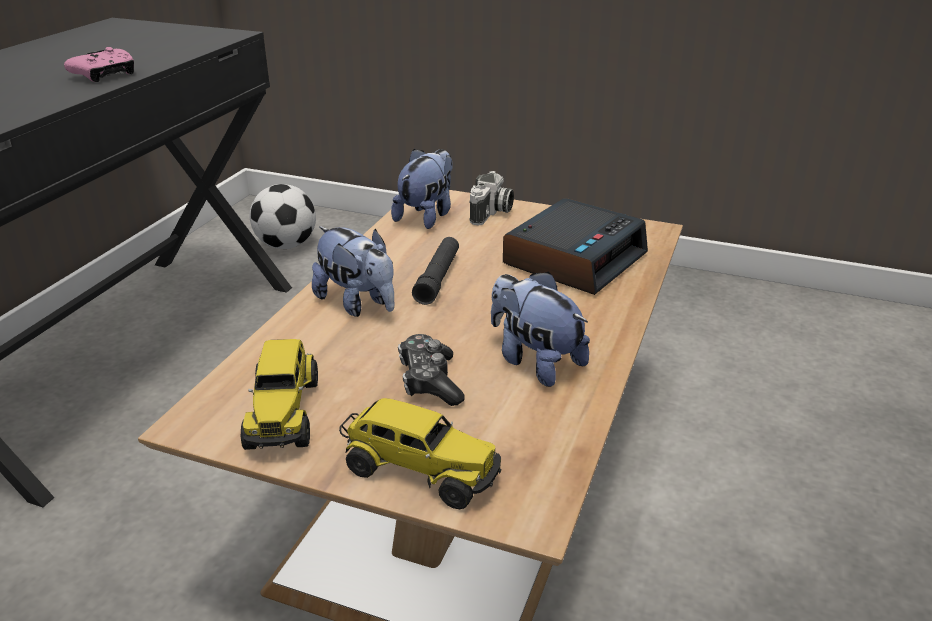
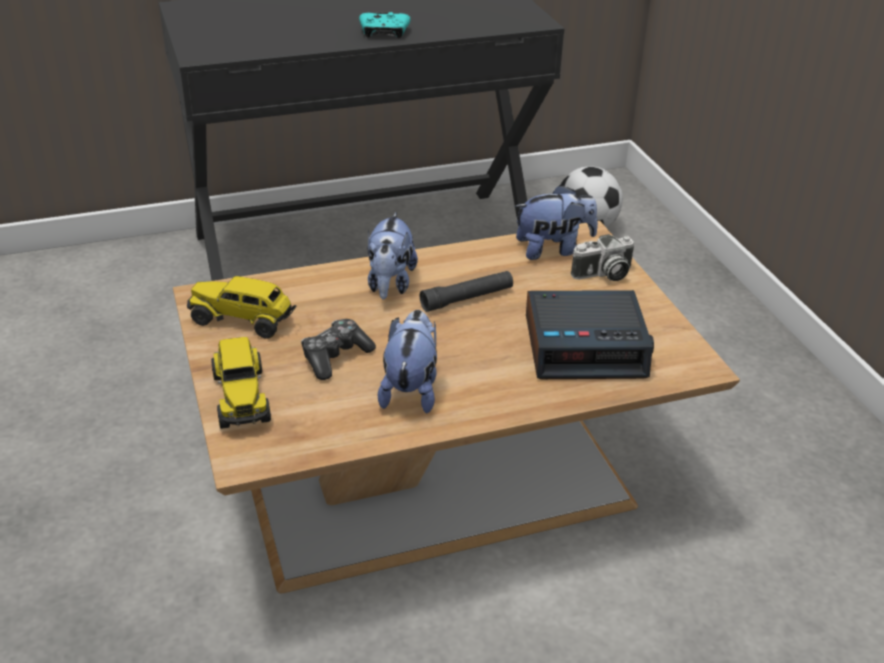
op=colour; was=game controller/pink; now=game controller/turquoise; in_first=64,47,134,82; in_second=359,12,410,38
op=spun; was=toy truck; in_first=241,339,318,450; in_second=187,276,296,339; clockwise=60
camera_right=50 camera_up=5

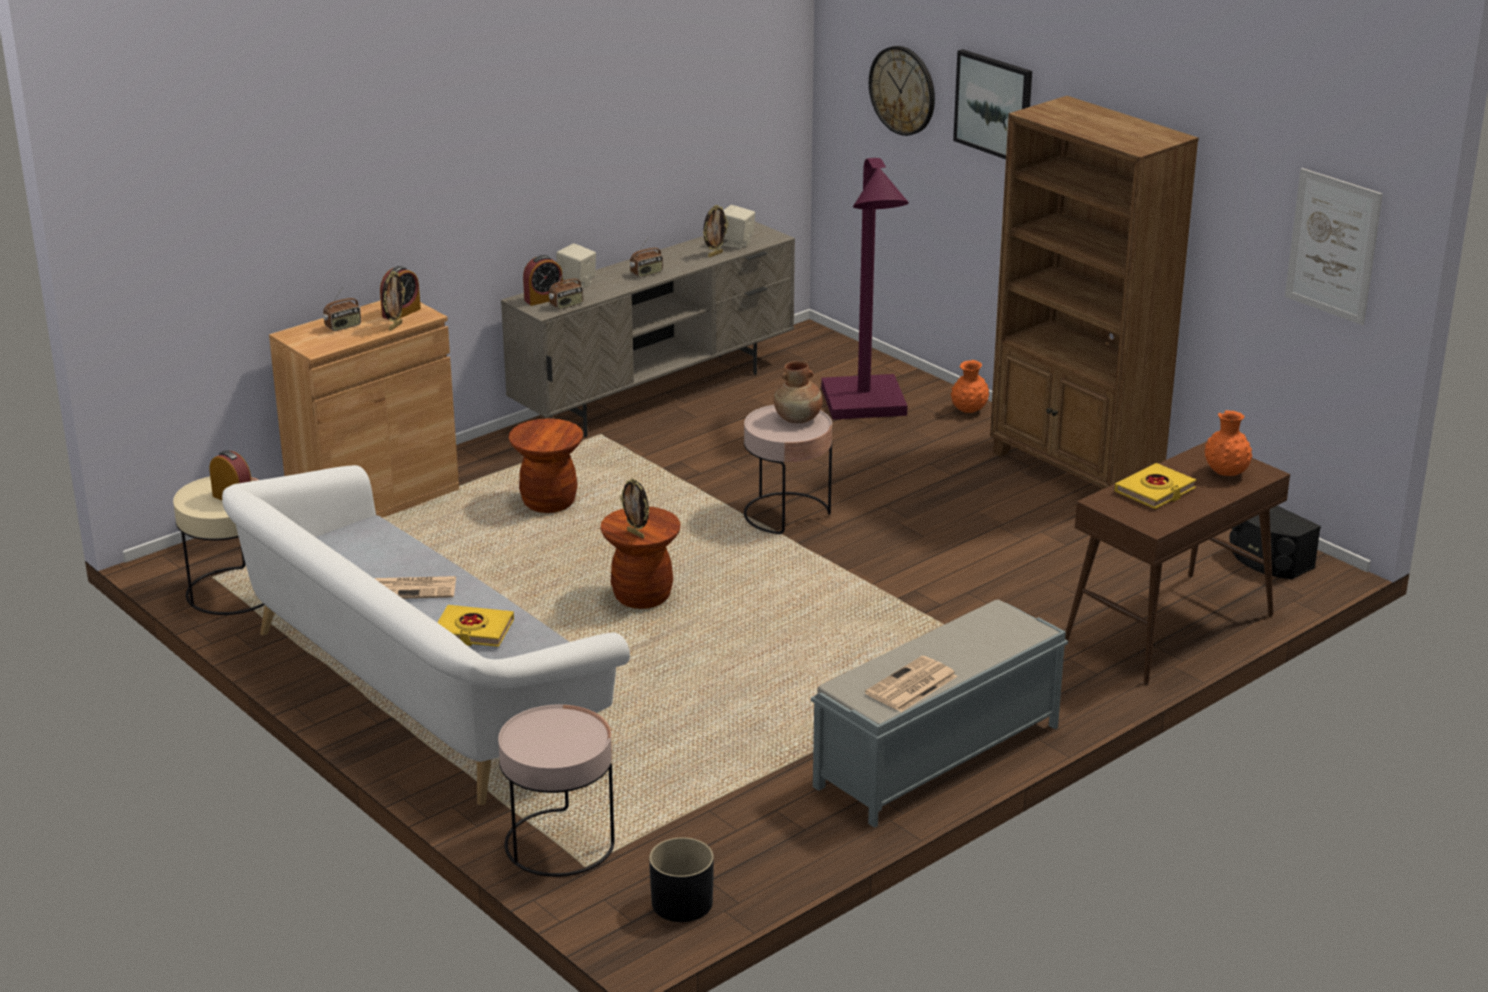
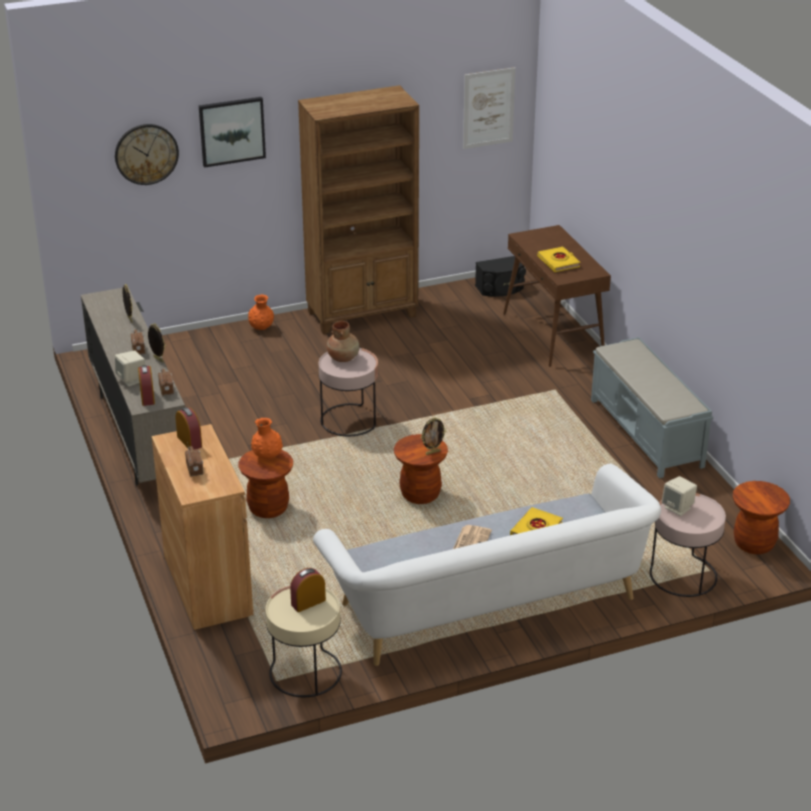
op=relocated; was=picture frame; in_first=382,271,405,331; in_second=148,323,166,363
op=exchanged; was=planter/black; now=stool/brown; in_first=649,837,714,922; in_second=733,481,790,554
op=relocated; was=speaker/beige; in_first=723,205,755,248; in_second=662,476,697,516
op=missing; was=floor lamp/purple; in_first=821,158,909,420
op=missing; was=newspaper; in_first=865,656,958,712
op=relocated; was=vase/orange; in_first=1204,410,1252,476; in_second=251,418,283,459
camera_right=-70 camera_up=5

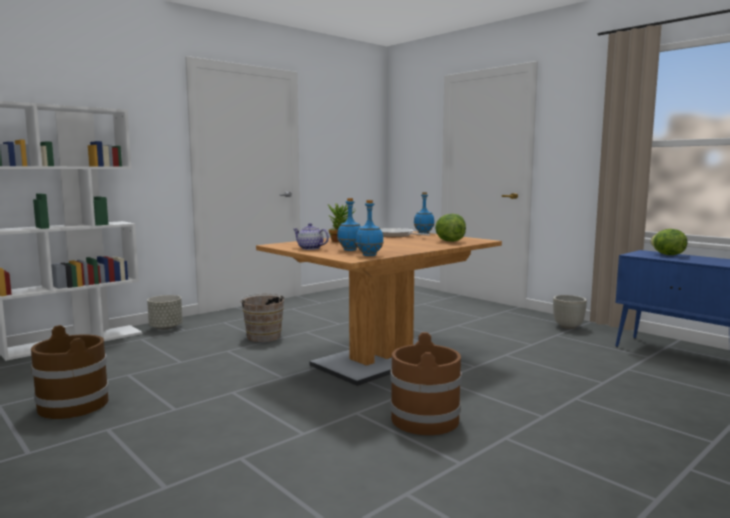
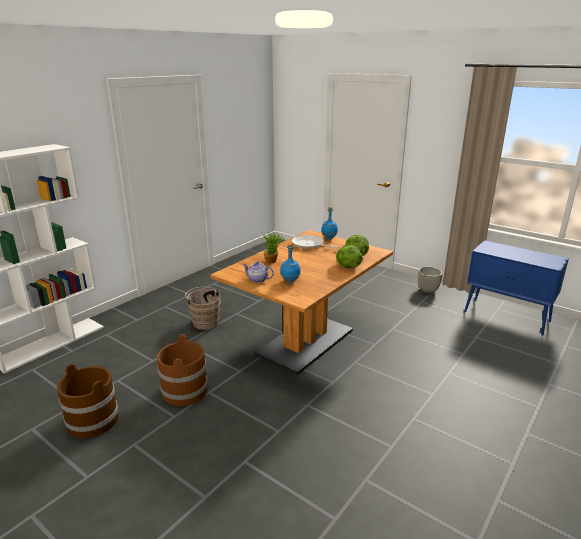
op=missing; was=planter/grey; in_first=147,295,183,330
op=missing; was=bottle/blue; in_first=356,200,384,256
op=relocated; was=bucket/brown; in_first=390,332,462,435; in_second=157,334,208,406
op=relocated; was=lettuce; in_first=650,229,688,255; in_second=336,245,362,268
camera_right=-10 camera_up=15

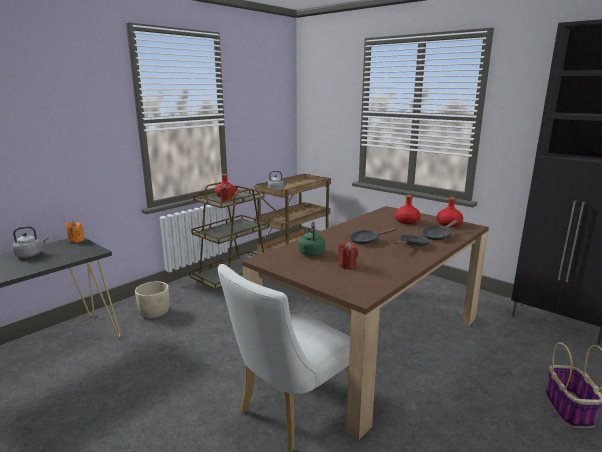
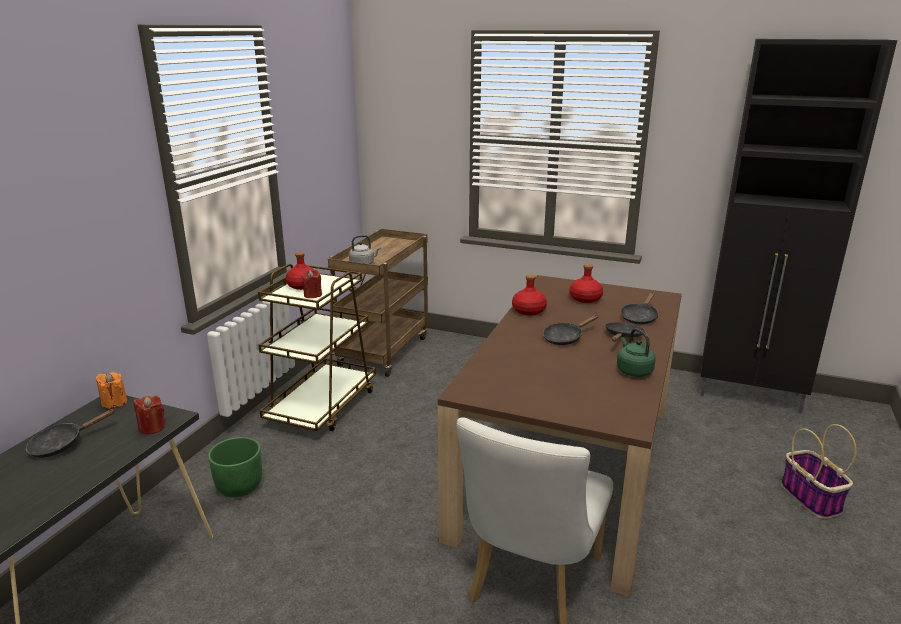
op=exchanged; was=kettle/grey; now=frying pan/black; in_first=12,226,49,258; in_second=26,409,116,458
op=colour; was=planter/beige; now=planter/green; in_first=135,281,169,318; in_second=208,437,262,498
op=relocated; was=kettle/green; in_first=299,221,325,256; in_second=617,328,656,377
op=relocated; was=candle/red; in_first=338,241,358,269; in_second=134,396,166,435
op=relocated; was=bottle/red; in_first=436,197,463,227; in_second=512,274,547,315
camera_right=-20 camera_up=5

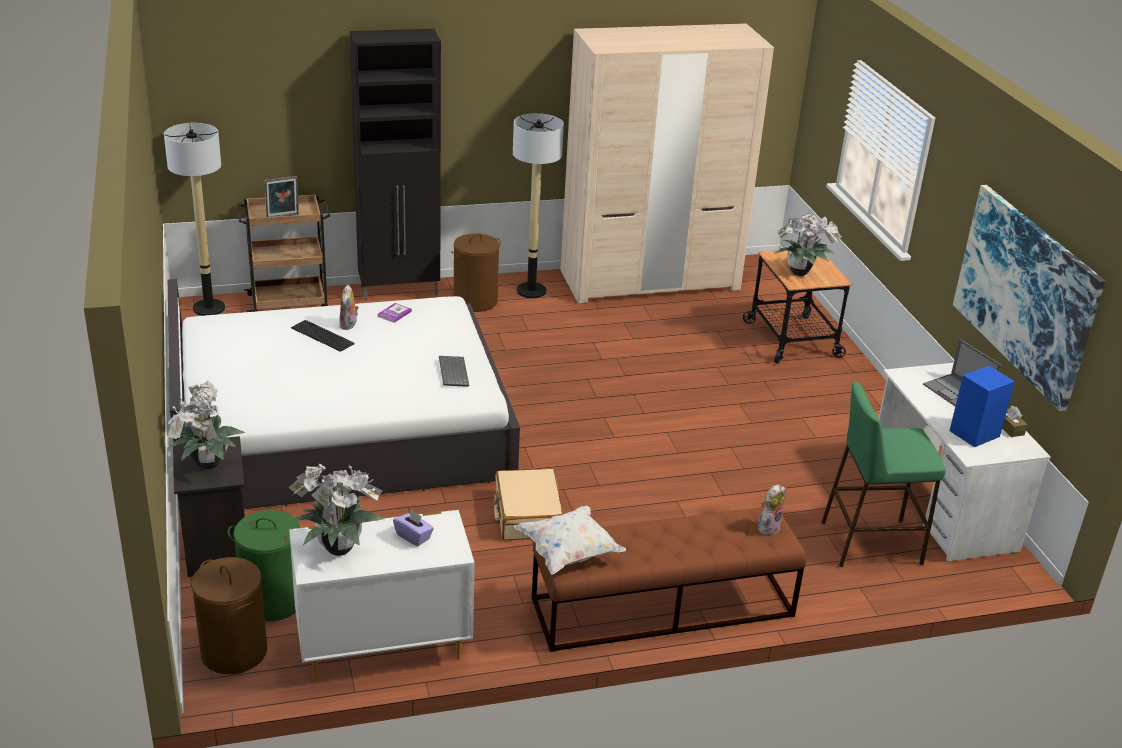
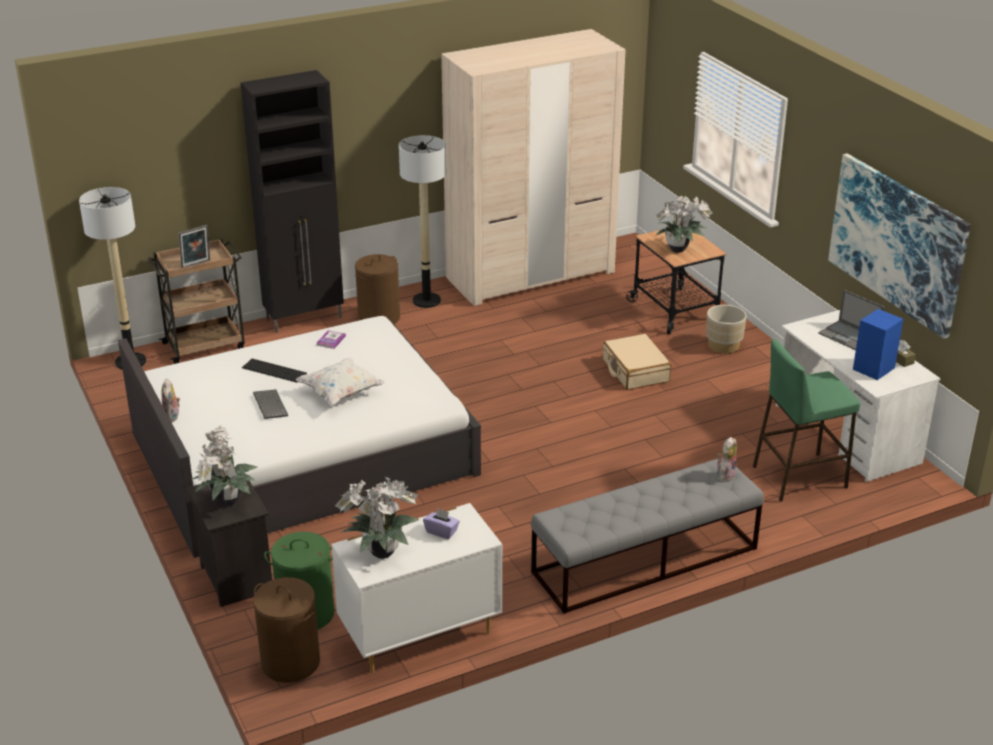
op=relocated; was=plush toy; in_first=339,285,359,330; in_second=161,378,180,423
op=relocated; was=keyboard; in_first=439,356,469,387; in_second=253,389,288,419
op=relocated; was=suitcase/beige; in_first=494,468,564,540; in_second=603,333,671,390
op=relocated; was=pillow/white; in_first=514,506,626,574; in_second=296,358,385,406
op=colour; was=bench/brown; now=bench/grey; in_first=532,507,807,652; in_second=531,459,764,614
op=appeared; now=planter/beige; in_second=706,305,747,354
camera_right=-10 camera_up=0

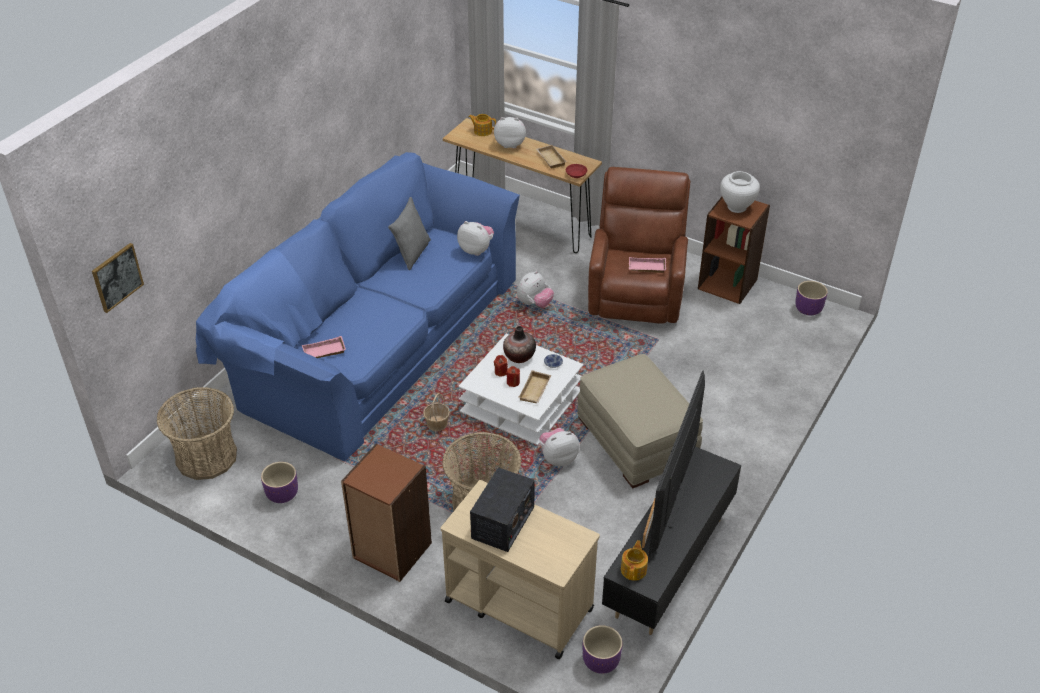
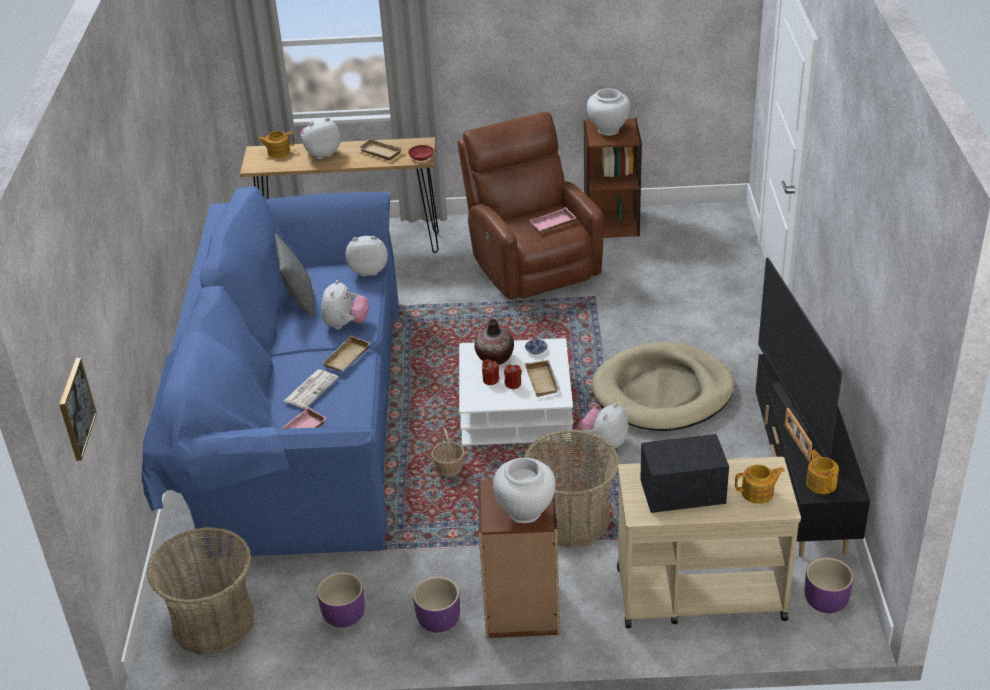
op=spun; was=radio; in_first=470,467,535,552; in_second=640,434,729,513; clockwise=-90
op=relocated; was=plush toy; in_first=517,271,554,308; in_second=322,280,369,330
op=exchanged; was=ottoman/beige; now=dog bed/beige; in_first=577,354,703,488; in_second=592,342,734,431
op=relocated; was=planter/purple; in_first=795,281,828,316; in_second=413,577,460,633
op=appeared; now=newspaper; in_second=284,369,339,409
op=appeared; now=tray/beige; in_second=322,335,371,372
op=appeared; now=vase/white; in_second=493,458,555,523
op=appeared; now=teapot; in_second=735,465,785,504
camera_right=-30 camera_up=-5

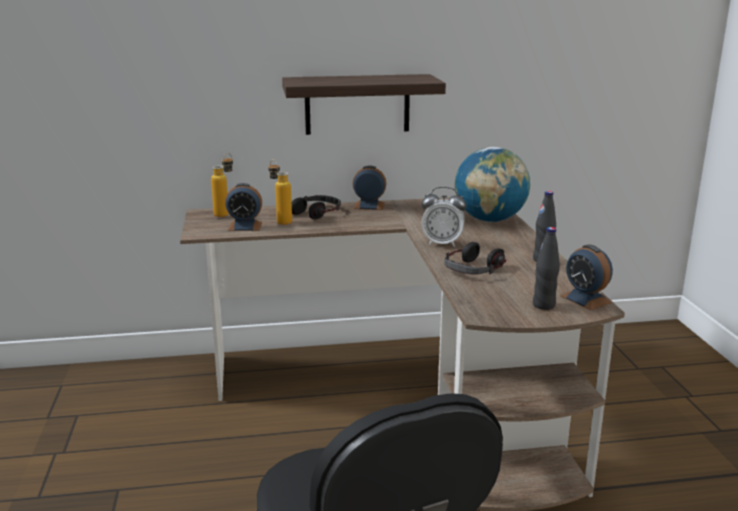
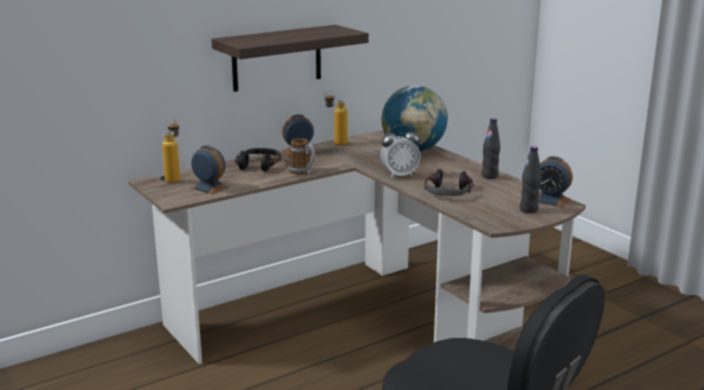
op=spun; was=alarm clock; in_first=225,183,262,231; in_second=191,145,229,194; clockwise=-120
op=relocated; was=bottle; in_first=268,159,292,225; in_second=324,91,347,145
op=appeared; now=mug; in_second=289,138,315,175
camera_right=-25 camera_up=0

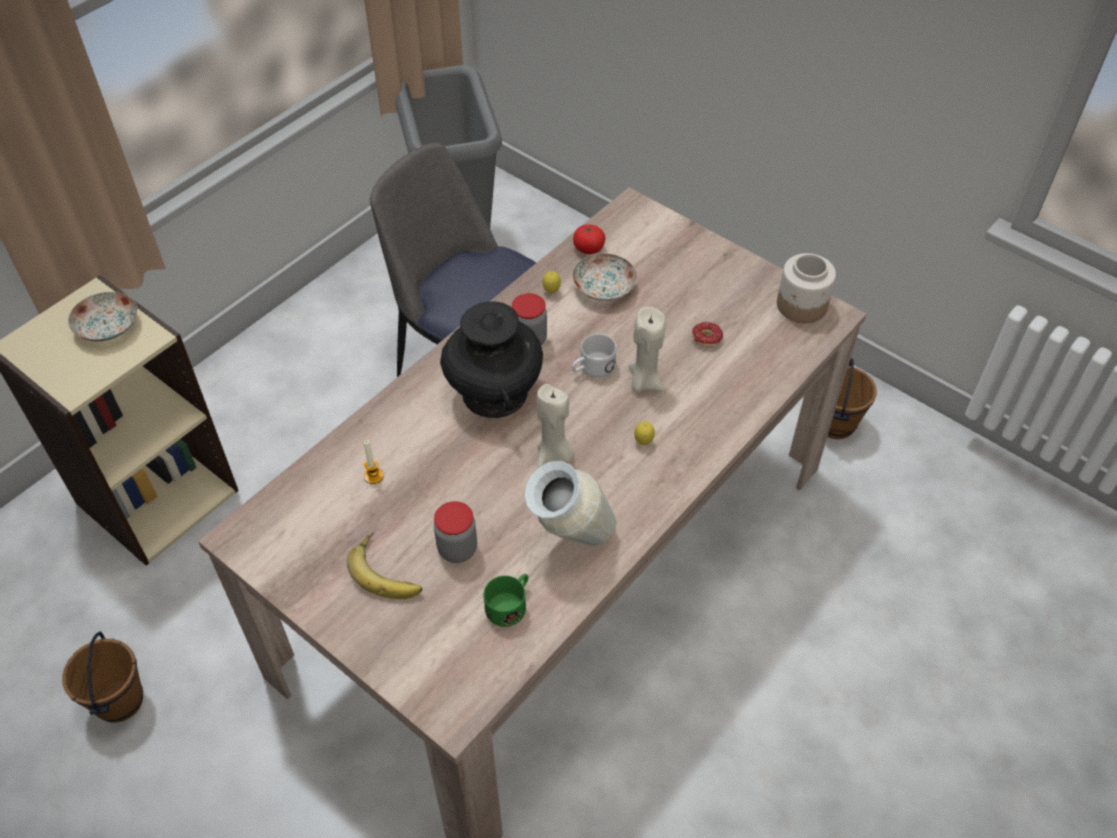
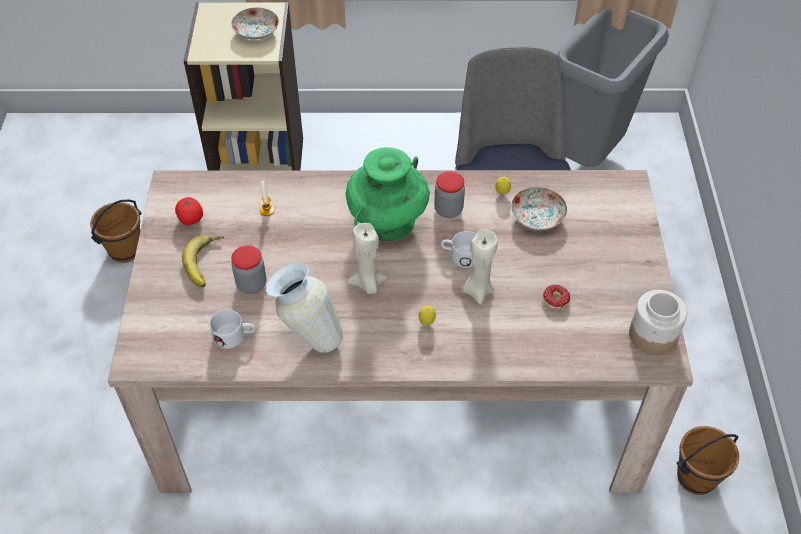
op=colour; was=vase/black; now=vase/green; in_first=440,301,543,418; in_second=346,147,430,242
op=colour; was=mug/green; now=mug/white; in_first=483,574,528,627; in_second=209,309,256,349
op=relocated; was=tomato; in_first=573,224,605,254; in_second=175,197,203,225
camera_right=50 camera_up=0

